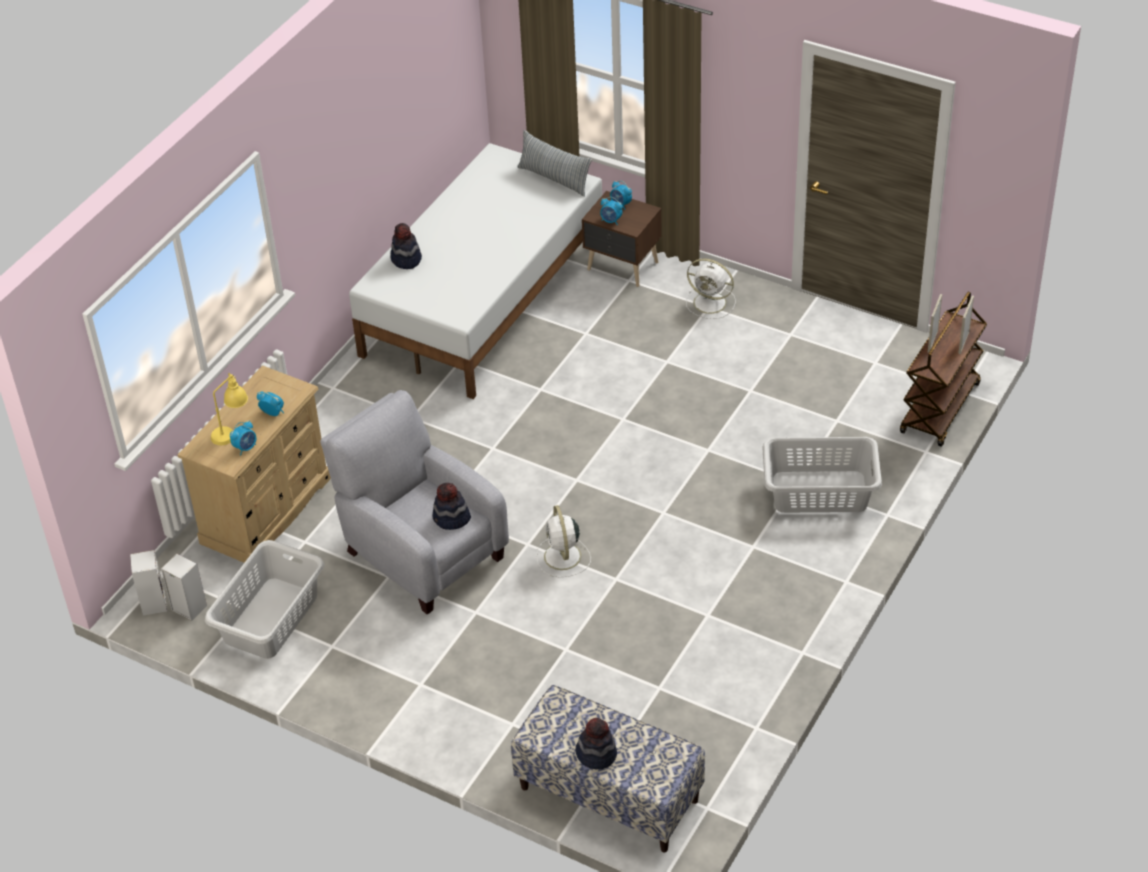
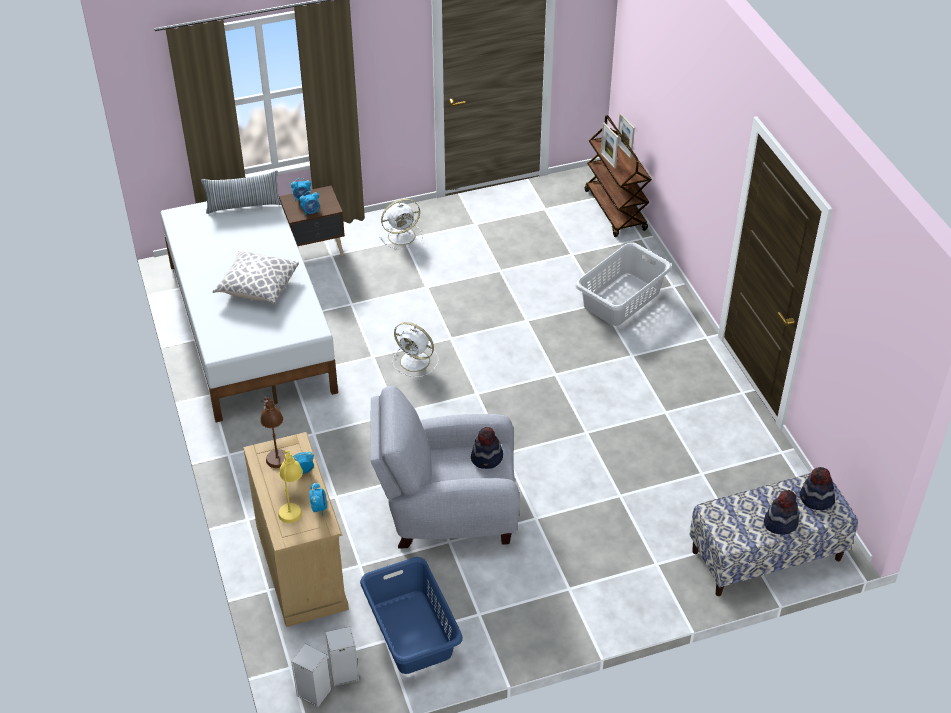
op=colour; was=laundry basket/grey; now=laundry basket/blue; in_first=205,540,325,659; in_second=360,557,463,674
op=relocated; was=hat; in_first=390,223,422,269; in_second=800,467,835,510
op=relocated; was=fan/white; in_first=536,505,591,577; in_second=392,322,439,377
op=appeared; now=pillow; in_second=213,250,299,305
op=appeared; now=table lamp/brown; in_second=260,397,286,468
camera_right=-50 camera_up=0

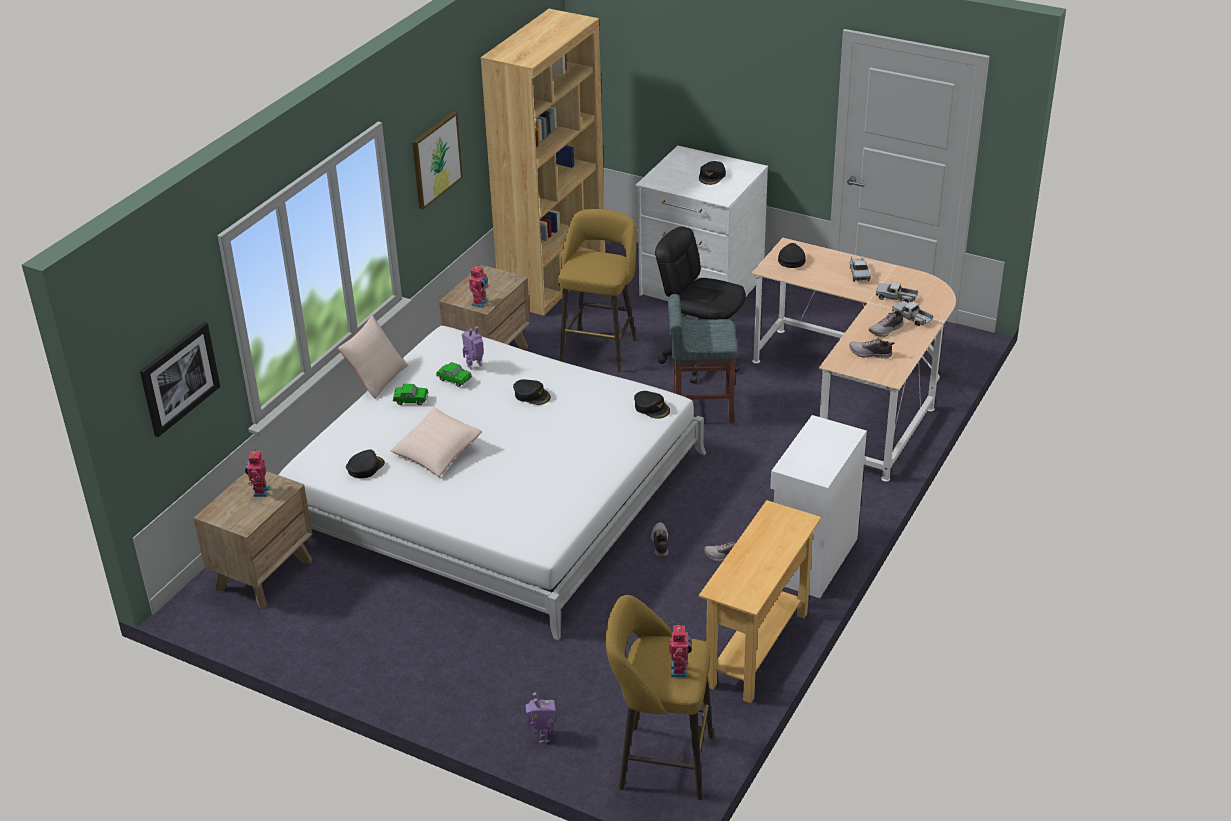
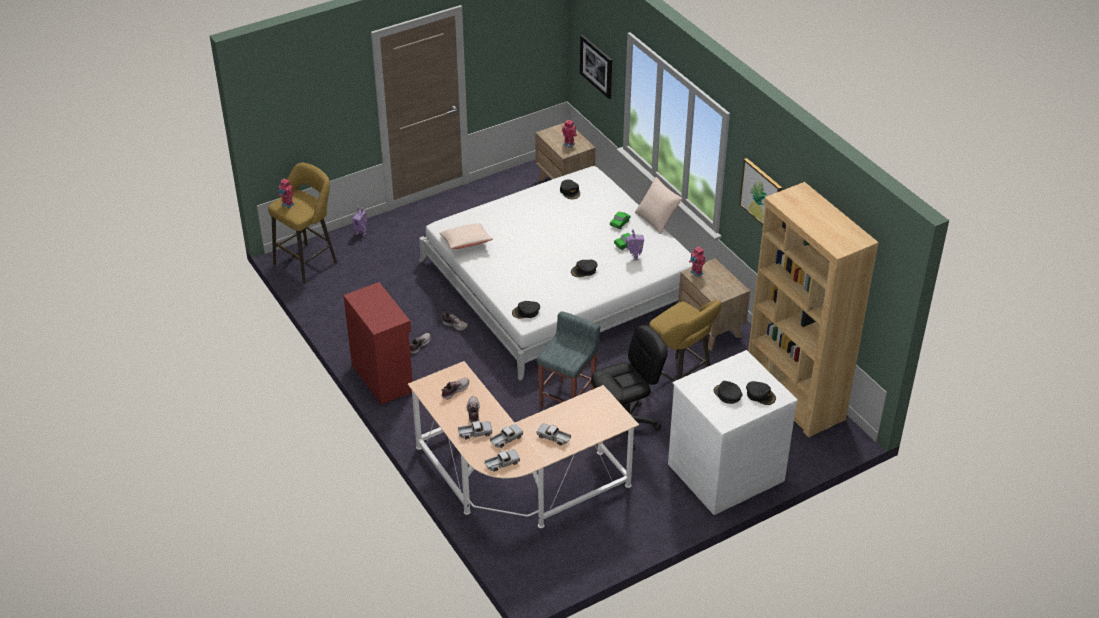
op=relocated; was=pillow/beige; in_first=391,407,482,477; in_second=439,223,493,249
op=missing; was=console table/beige; in_first=699,500,821,703
op=colour; was=cabinet/white; now=cabinet/red; in_first=770,415,867,598; in_second=343,282,413,405
op=relocated; was=cap/black; in_first=778,243,806,268; in_second=746,381,776,405
op=appeared; now=toy truck; in_second=485,449,520,471
camera_right=120 camera_up=5

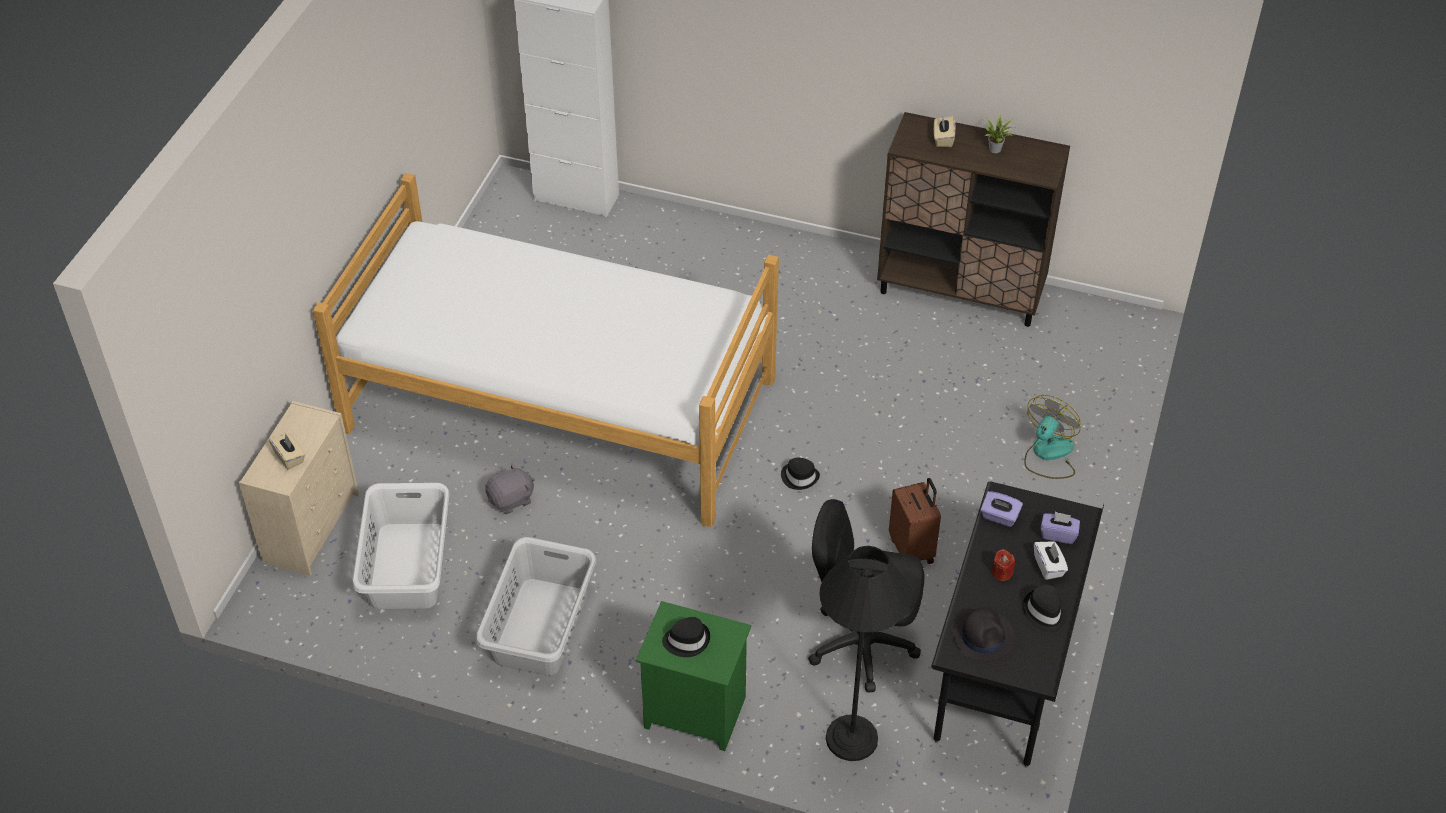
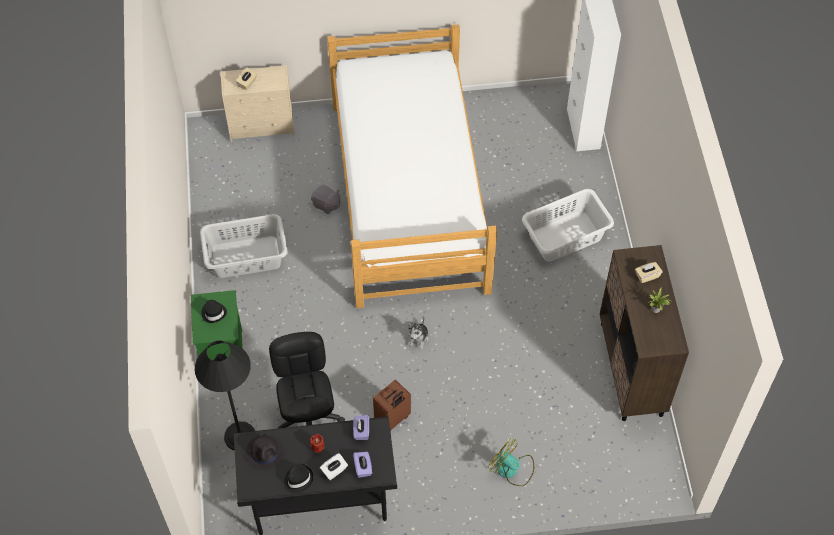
op=relocated; was=laundry basket/white; in_first=353,483,449,609; in_second=522,189,614,262
op=exchanged; was=hat/black; now=plush toy; in_first=781,458,820,490; in_second=407,319,429,350
op=spun; was=fan; in_first=1024,395,1080,479; in_second=488,438,534,486; clockwise=-150
camera_right=65 camera_up=10

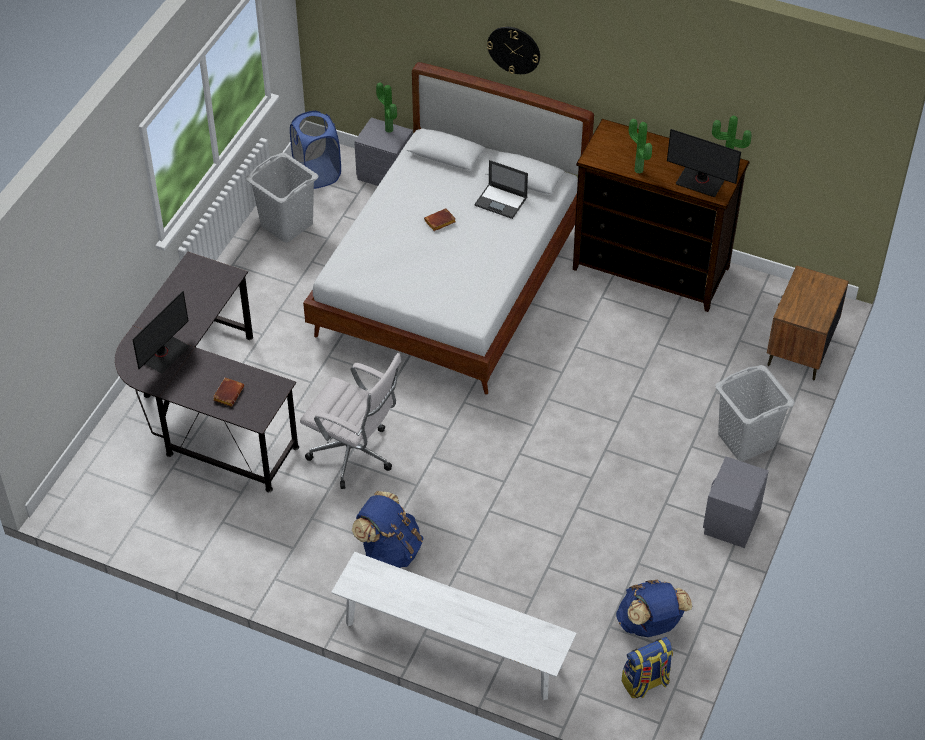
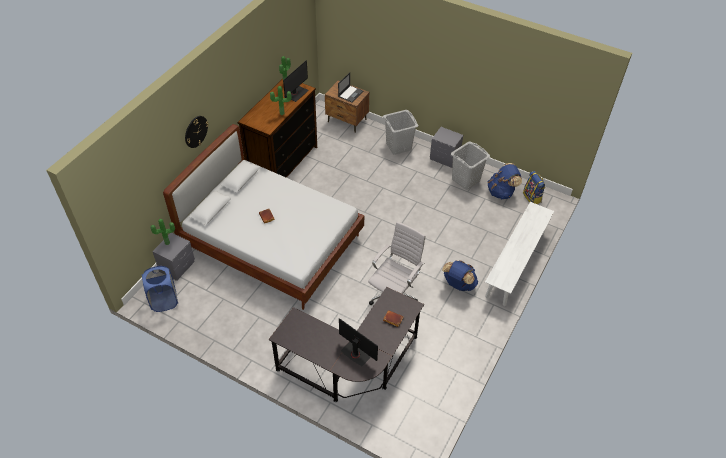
op=relocated; was=laundry basket/grey; in_first=246,153,319,243; in_second=451,142,490,190
op=relocated; was=laptop; in_first=474,160,528,219; in_second=338,72,363,103
camera_right=-85 camera_up=0

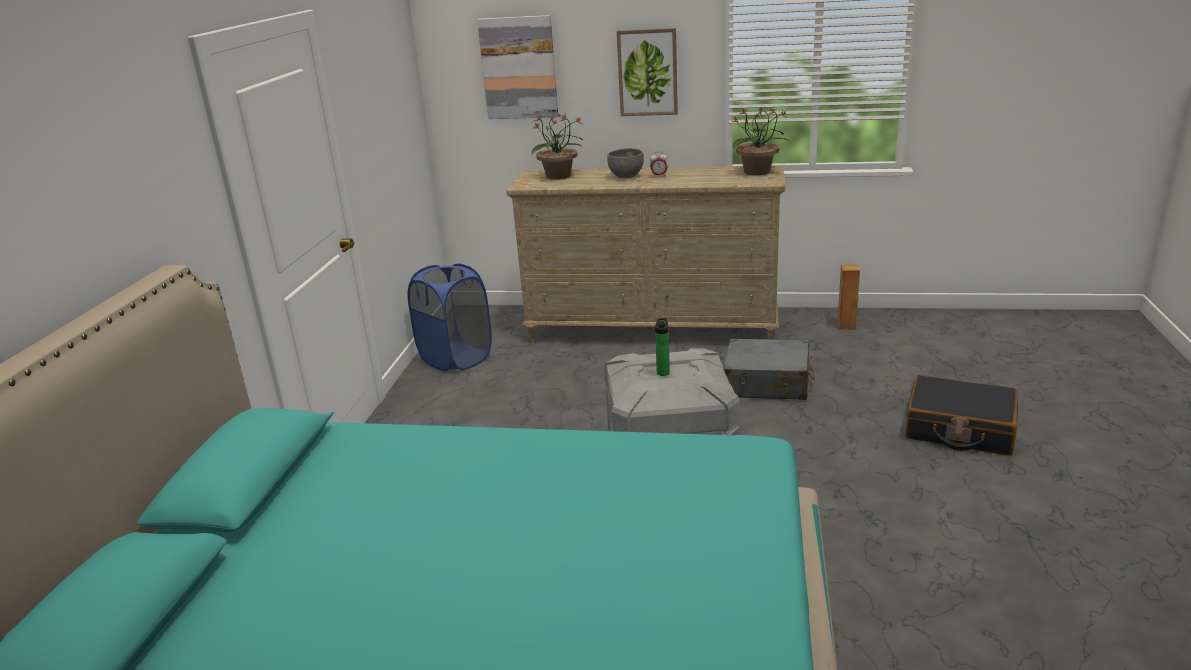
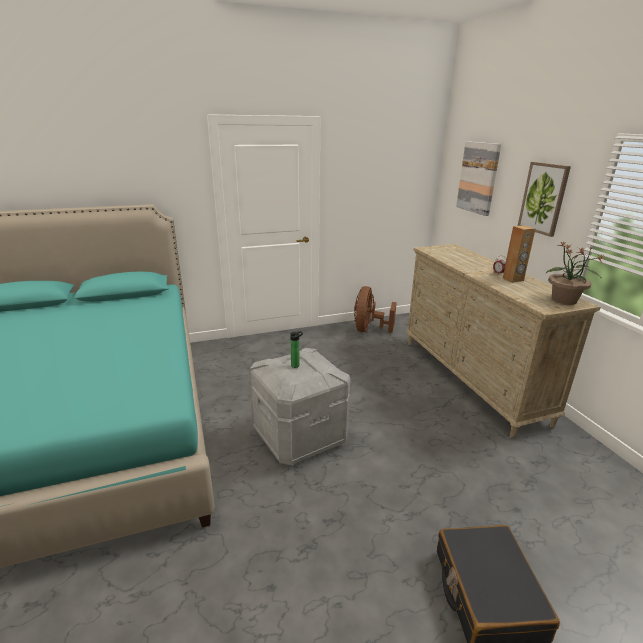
op=exchanged; was=laundry basket/blue; now=fan/brown; in_first=407,263,492,371; in_second=354,286,397,333
op=missing; was=potted plant; in_first=532,114,583,180
op=missing; was=bowl/grey; in_first=607,148,644,178
op=missing; was=suitcase/grey; in_first=723,339,815,400
op=relocated; was=speaker/brown; in_first=837,264,860,330; in_second=503,225,536,283
camera_right=60 camera_up=0

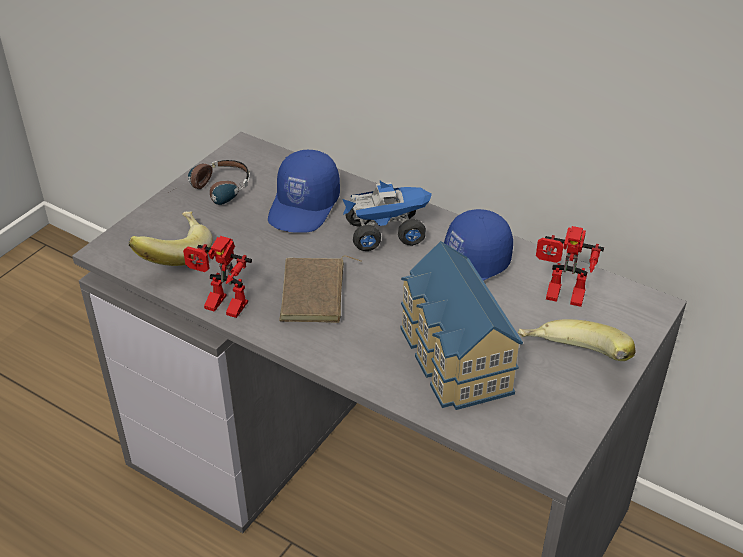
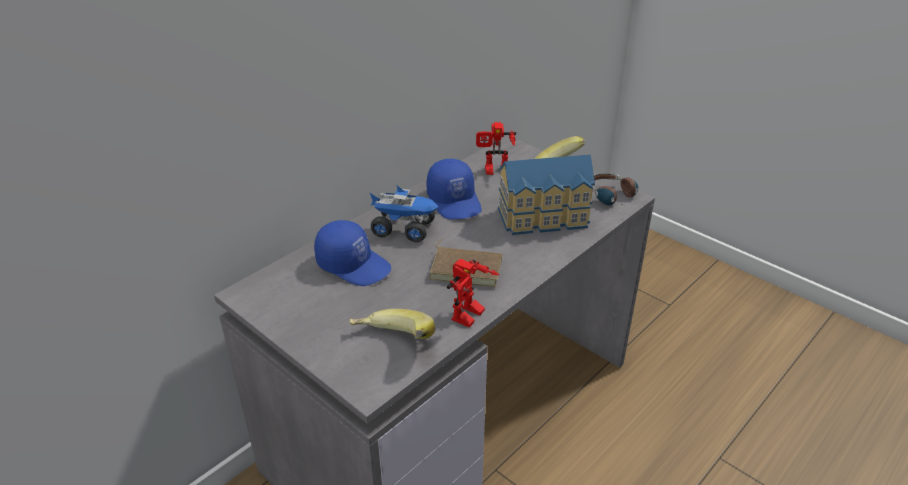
op=relocated; was=headphones; in_first=168,160,250,205; in_second=593,174,638,207
op=spun; was=toy truck; in_first=343,180,432,251; in_second=370,186,438,242; clockwise=105
op=spun; was=toy robot; in_first=536,226,604,307; in_second=476,122,516,175; clockwise=60
camera_right=-80 camera_up=-5

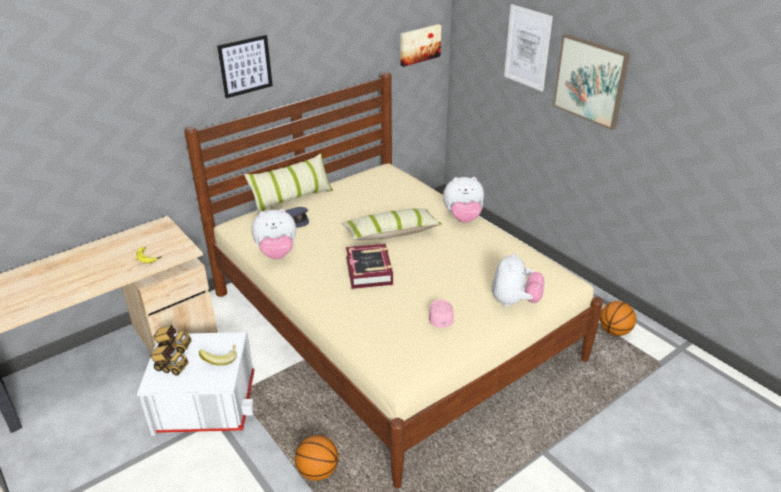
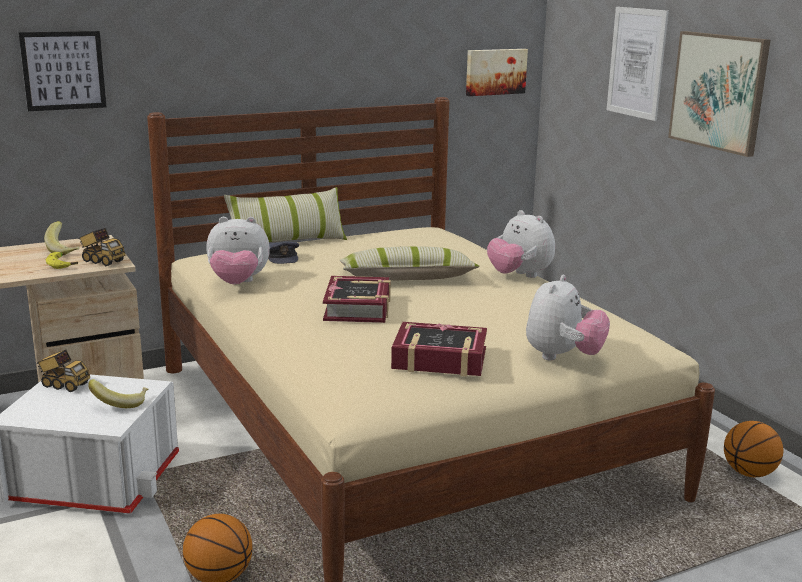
op=relocated; was=toy truck; in_first=149,345,189,375; in_second=79,228,125,266
op=relocated; was=picture; in_first=217,35,273,98; in_second=19,31,106,111
op=exchanged; was=cap/pink; now=book; in_first=429,300,454,328; in_second=391,322,487,377
op=spun; was=plush toy; in_first=443,177,484,223; in_second=487,210,555,278; clockwise=45
op=appeared; now=banana; in_second=44,221,79,255
camera_right=10 camera_up=-15

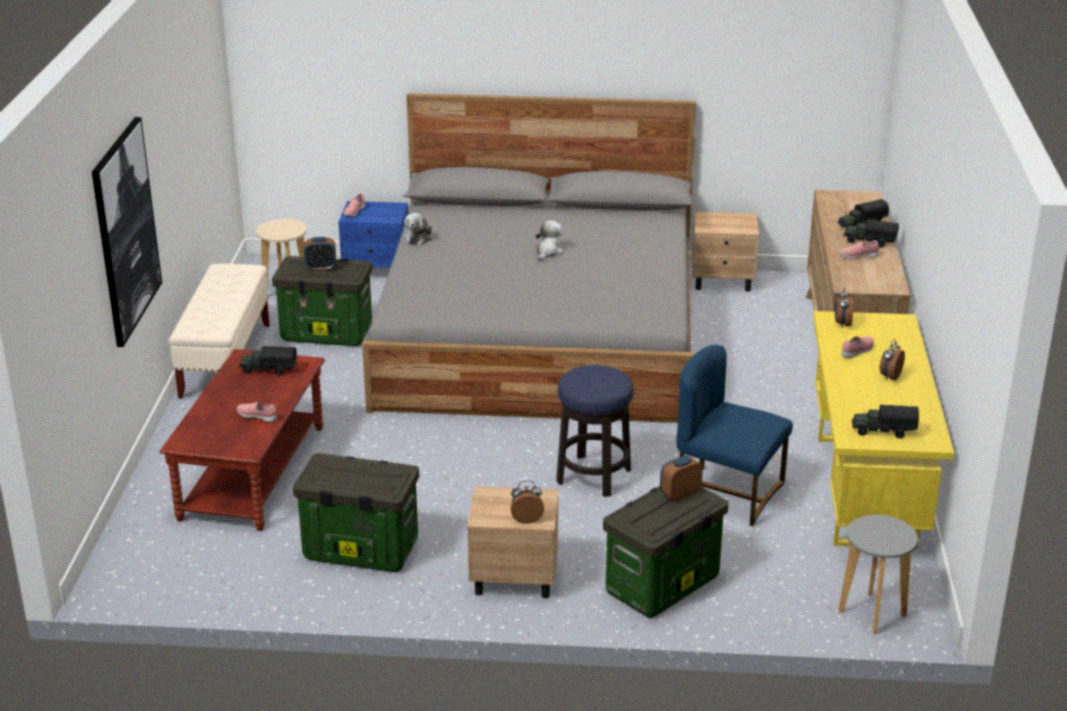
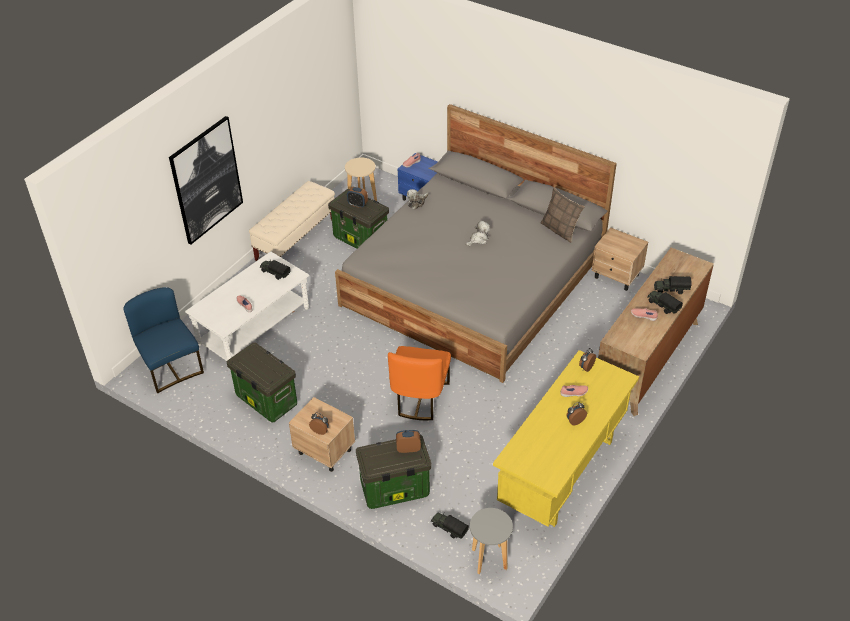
op=colour; was=coffee table/brown; now=coffee table/white; in_first=159,349,325,531; in_second=185,252,309,361
op=exchanged; was=stool; now=chair/orange; in_first=556,365,634,497; in_second=388,346,451,420
op=relocated; was=chair/blue; in_first=676,345,793,526; in_second=123,287,204,394
op=relocated; was=toy truck; in_first=852,405,919,438; in_second=431,513,469,539
op=appeared; now=pillow; in_second=541,187,585,243
camera_right=30 camera_up=15

